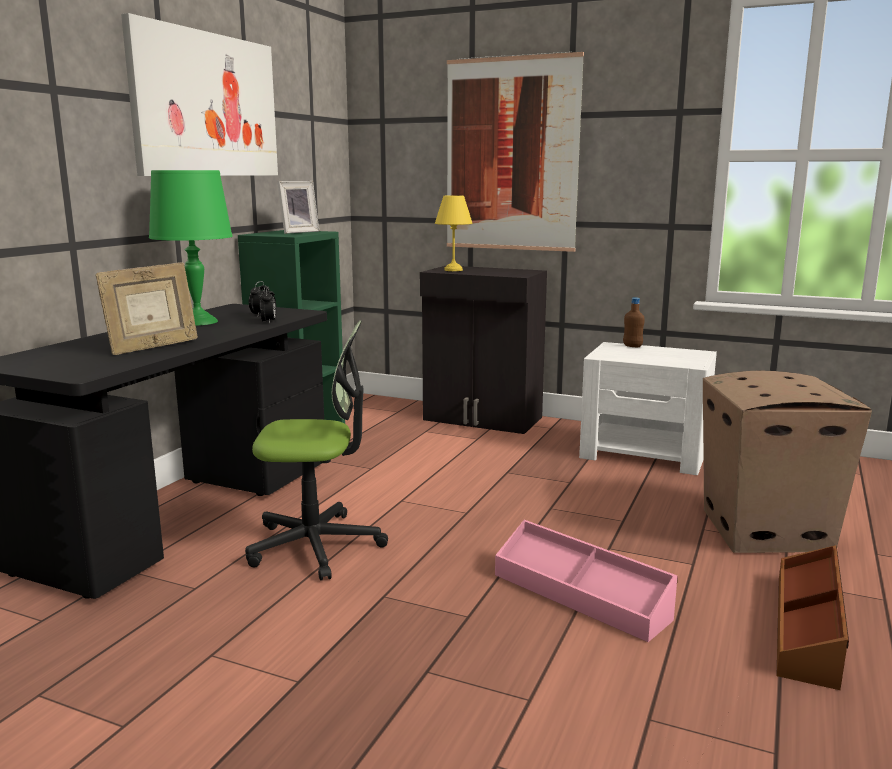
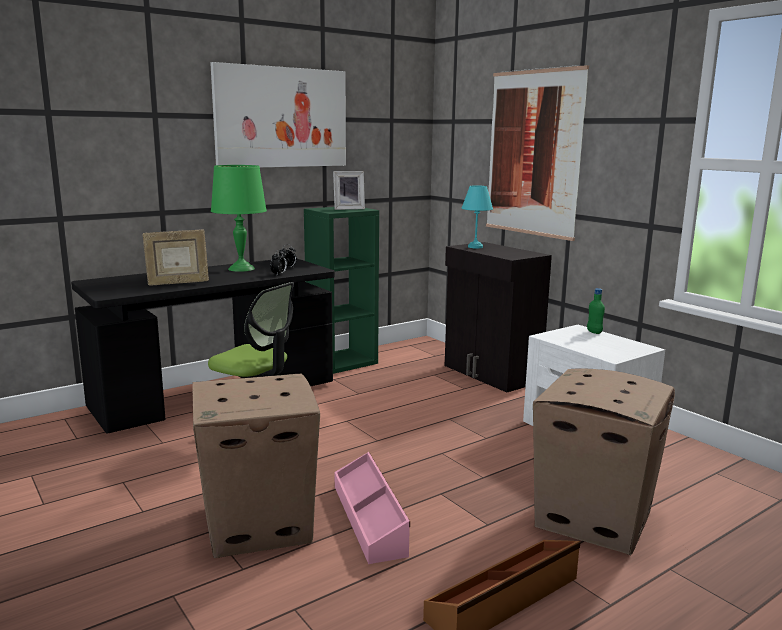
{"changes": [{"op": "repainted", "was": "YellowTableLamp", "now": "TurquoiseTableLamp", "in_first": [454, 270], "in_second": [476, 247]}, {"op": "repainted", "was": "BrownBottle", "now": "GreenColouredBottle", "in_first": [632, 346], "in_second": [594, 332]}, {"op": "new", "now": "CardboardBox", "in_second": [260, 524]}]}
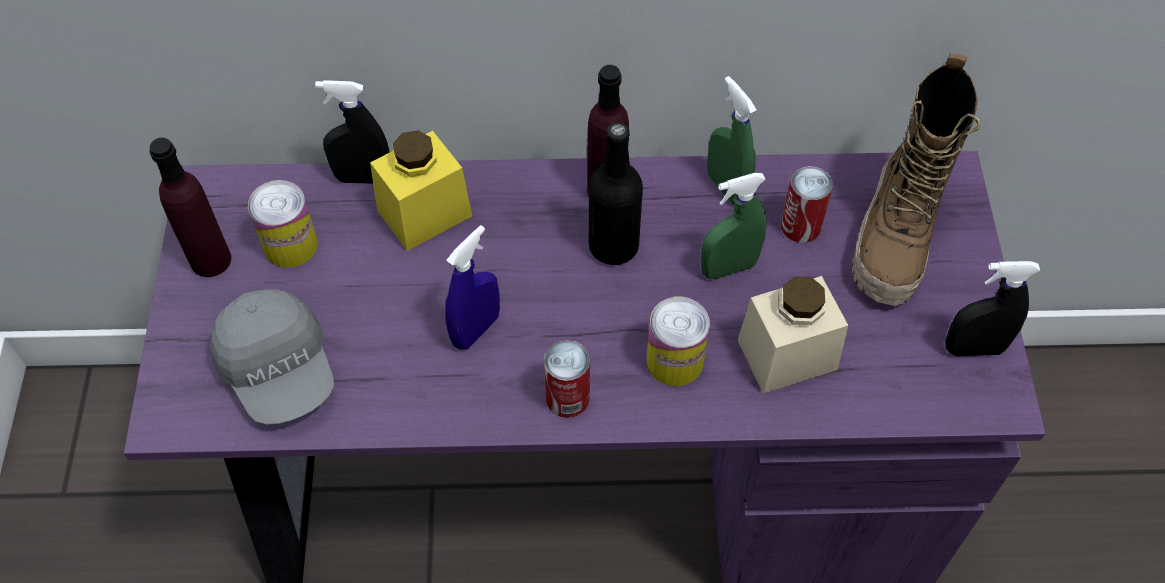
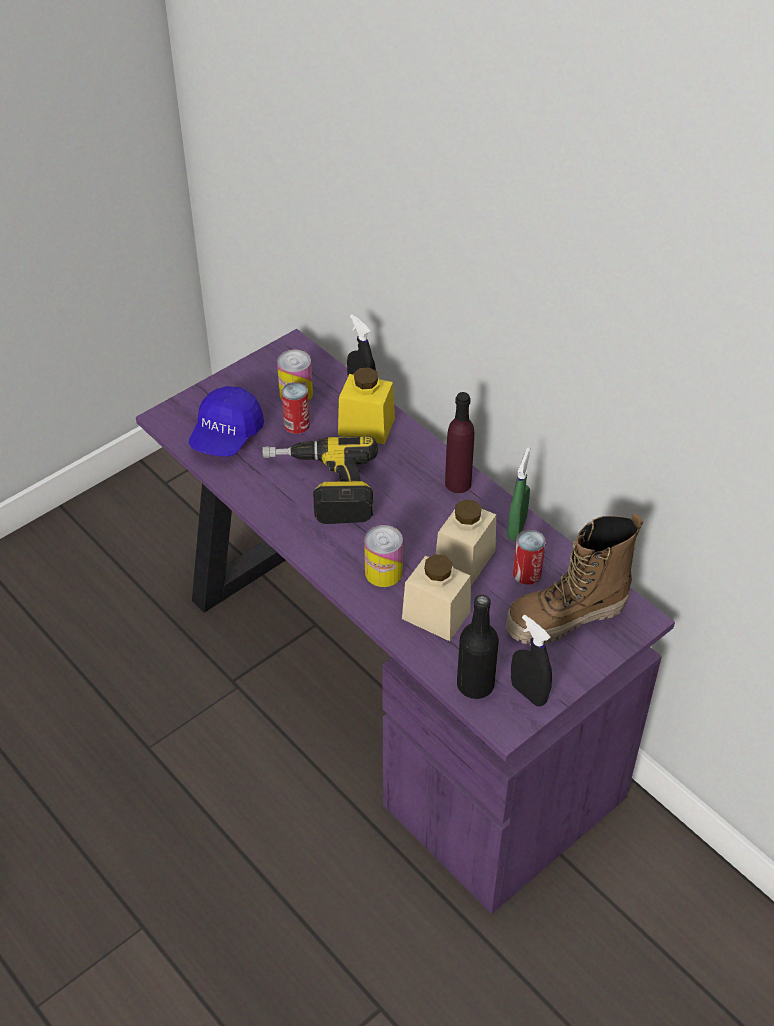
{"changes": [{"op": "gone", "was": "PurpleColouredBottle", "in_first": [210, 260]}, {"op": "repainted", "was": "GreyCap", "now": "BluishCap", "in_first": [279, 370], "in_second": [226, 436]}, {"op": "swapped", "was": "BluishSprayBottle", "now": "PowerDrill", "in_first": [476, 330], "in_second": [320, 488]}, {"op": "shifted", "was": "MetalCan", "in_first": [567, 398], "in_second": [296, 424]}, {"op": "shifted", "was": "BlackBottle", "in_first": [613, 246], "in_second": [475, 685]}, {"op": "swapped", "was": "GreenColouredSprayBottle", "now": "SandColouredPreserveJar", "in_first": [728, 268], "in_second": [464, 560]}]}
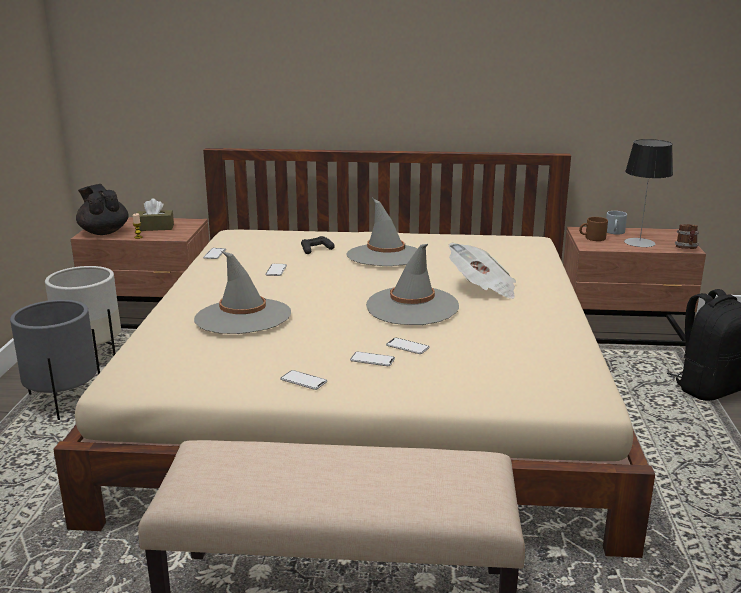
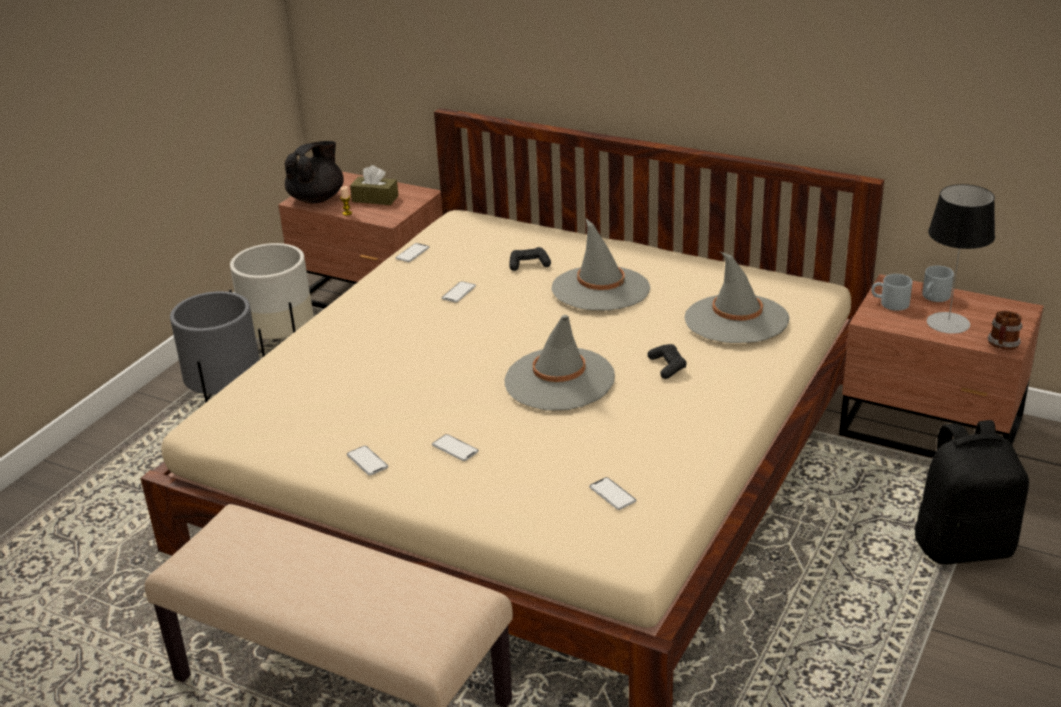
{"changes": [{"op": "rotated", "was": "BlackPotForTea", "in_first": [103, 232], "in_second": [317, 198], "clockwise": 45}, {"op": "shifted", "was": "GreyWearableHat", "in_first": [243, 317], "in_second": [736, 319]}, {"op": "shifted", "was": "Telephone", "in_first": [407, 347], "in_second": [612, 494]}, {"op": "swapped", "was": "DailyPaper", "now": "BlackGamepad", "in_first": [483, 289], "in_second": [667, 366]}, {"op": "repainted", "was": "BrownTeaMug", "now": "GreyTeaMug", "in_first": [592, 238], "in_second": [889, 303]}]}
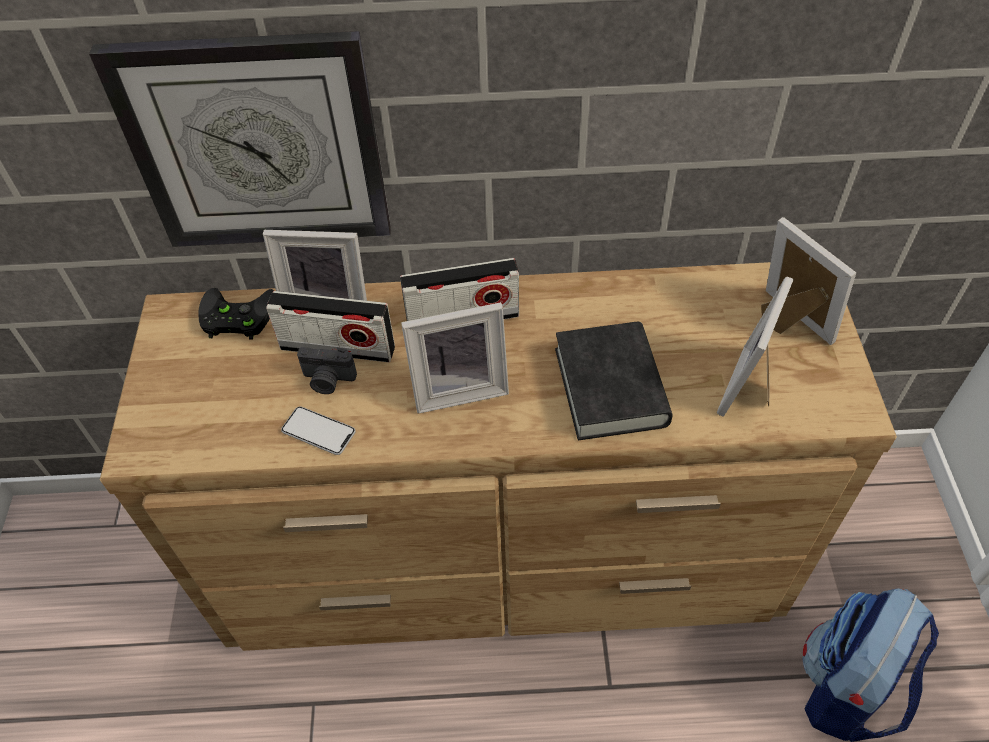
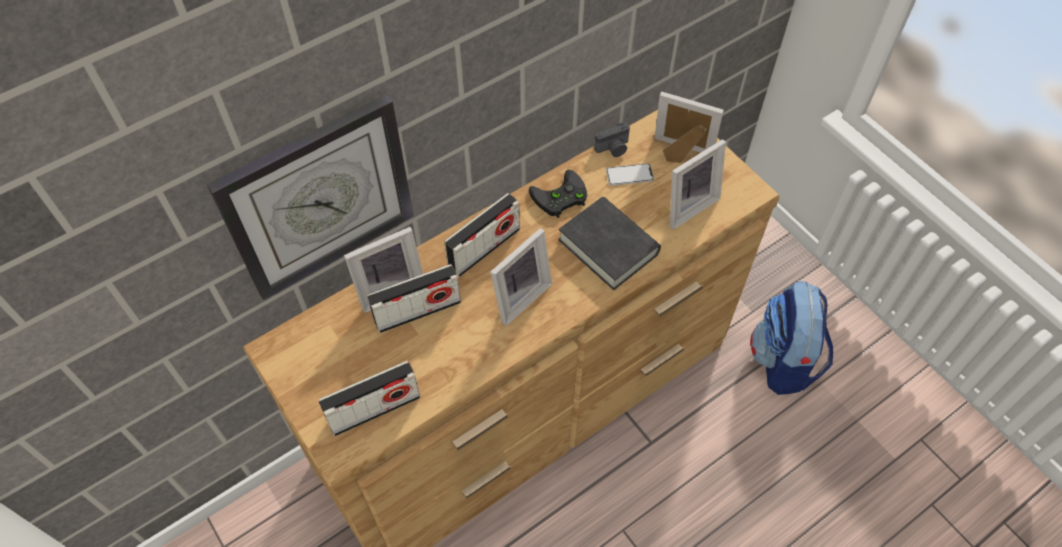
{"changes": [{"op": "shifted", "was": "BlackGamepad", "in_first": [234, 317], "in_second": [559, 198]}, {"op": "shifted", "was": "Telephone", "in_first": [318, 431], "in_second": [629, 175]}, {"op": "shifted", "was": "PhotoCamera", "in_first": [328, 380], "in_second": [613, 149]}, {"op": "rotated", "was": "PictureFrame", "in_first": [751, 387], "in_second": [687, 205], "clockwise": -120}, {"op": "new", "now": "RadioSet", "in_second": [374, 409]}]}
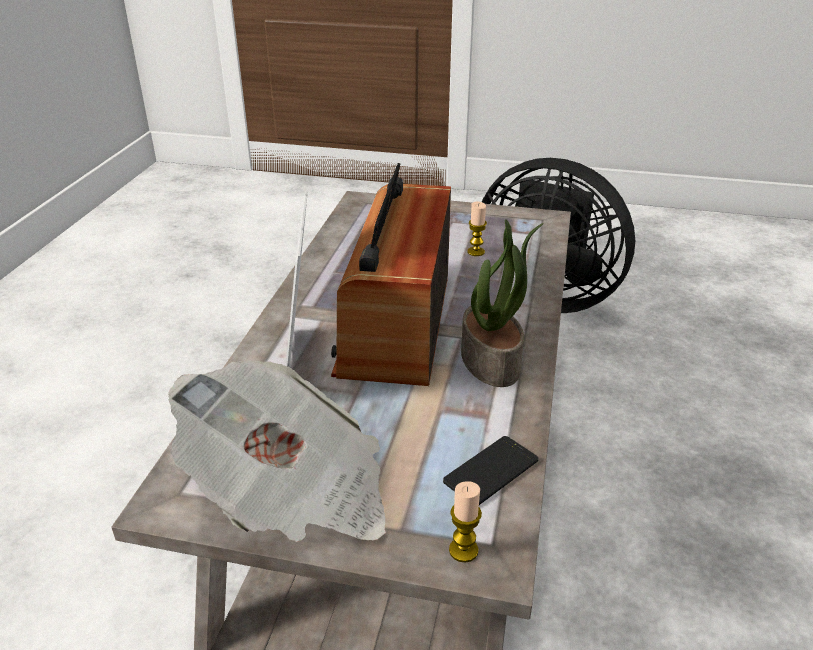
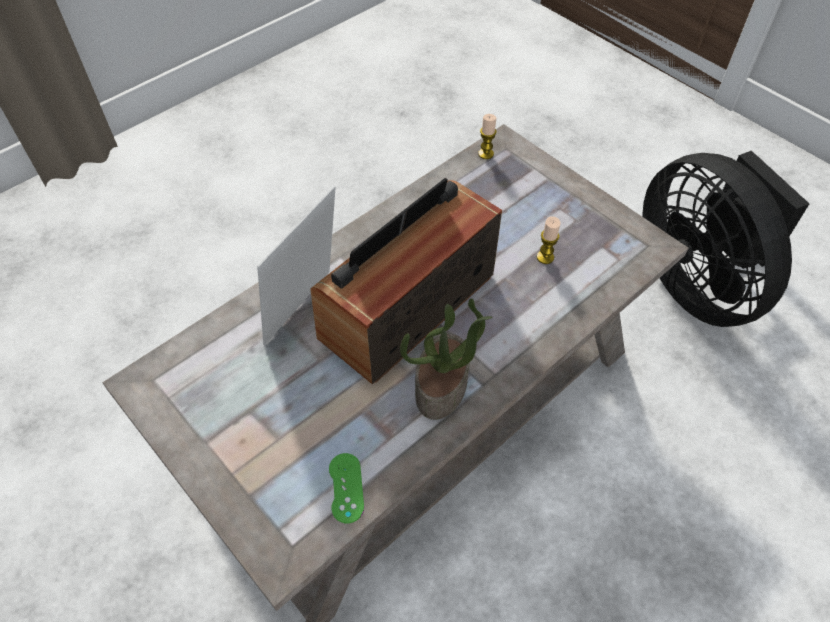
{"changes": [{"op": "gone", "was": "DailyPaper", "in_first": [292, 492]}, {"op": "swapped", "was": "Telephone", "now": "GreenColouredGamepad", "in_first": [491, 471], "in_second": [346, 487]}, {"op": "shifted", "was": "WaxLight", "in_first": [463, 550], "in_second": [486, 154]}]}
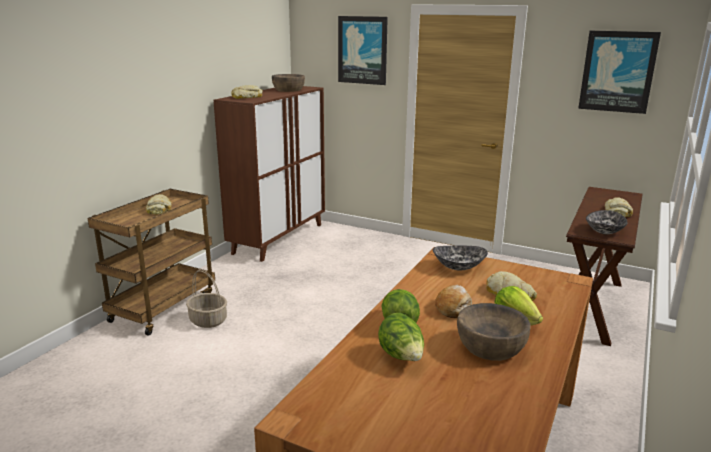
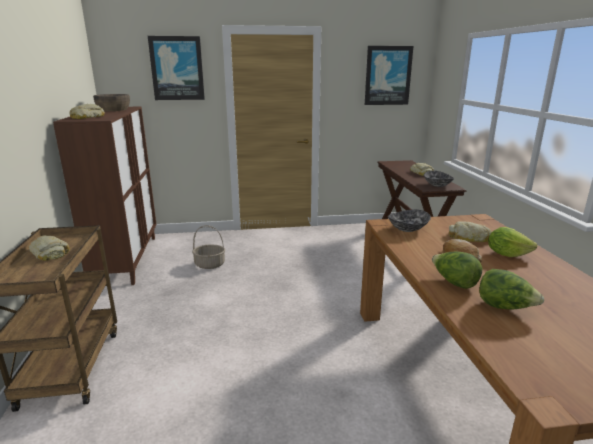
{"changes": [{"op": "shifted", "was": "StorageBasket", "in_first": [208, 320], "in_second": [210, 264]}, {"op": "gone", "was": "BrownServingBowl", "in_first": [490, 346]}]}
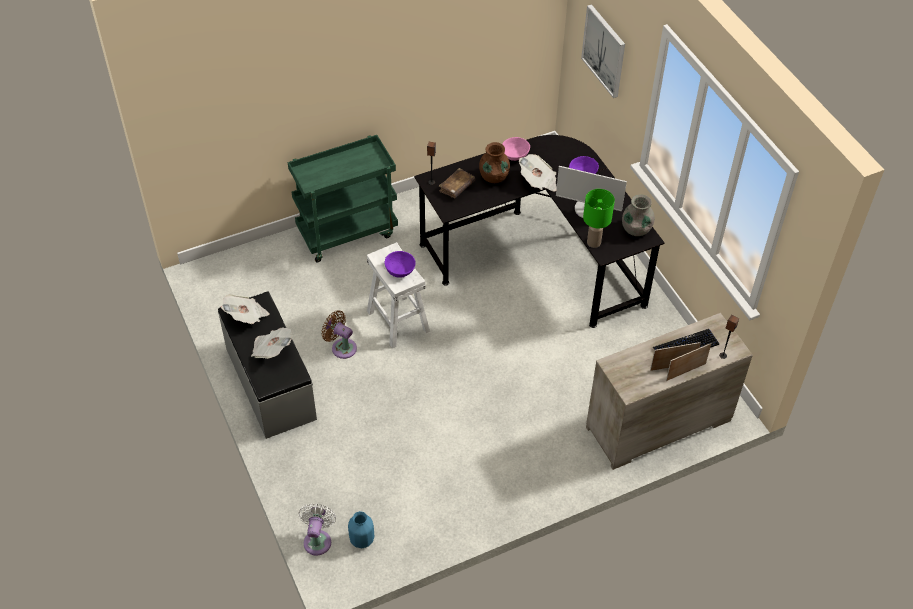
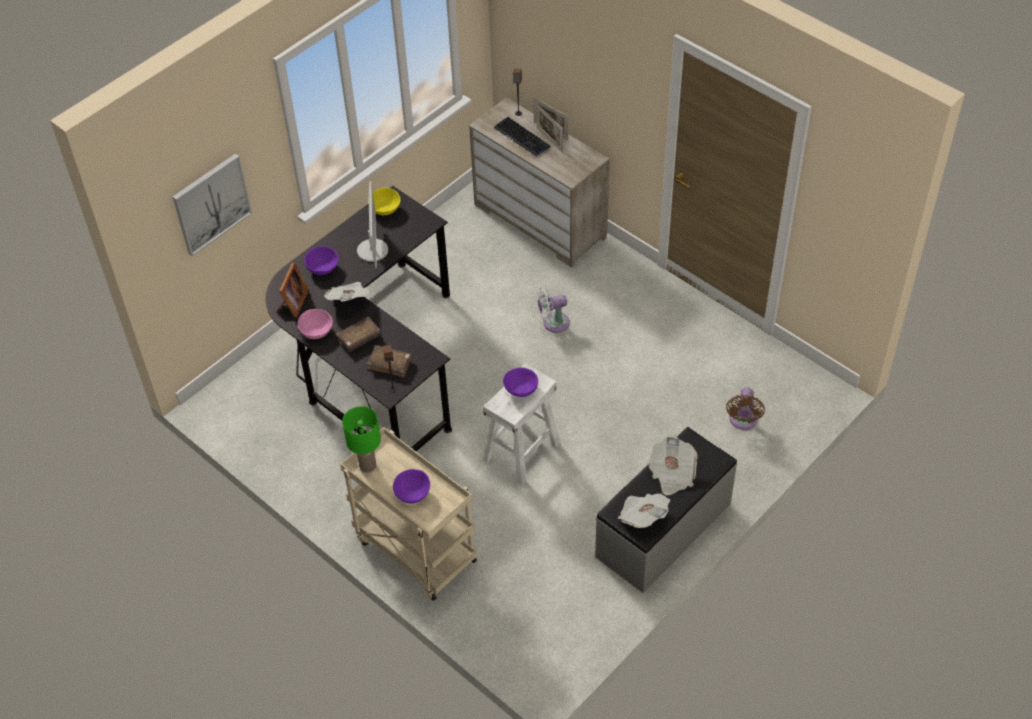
{"changes": [{"op": "repainted", "was": "GreenColouredTrolley", "now": "SandColouredTrolley", "in_first": [347, 232], "in_second": [414, 550]}, {"op": "shifted", "was": "WhitishFan", "in_first": [318, 539], "in_second": [553, 323]}, {"op": "shifted", "was": "BrownFan", "in_first": [342, 347], "in_second": [743, 421]}, {"op": "gone", "was": "BluishFlowerVase", "in_first": [362, 540]}, {"op": "swapped", "was": "BrownFlowerVase", "now": "BrownBoundBook", "in_first": [493, 177], "in_second": [359, 338]}, {"op": "shifted", "was": "GreenColouredTableLamp", "in_first": [594, 243], "in_second": [368, 465]}, {"op": "swapped", "was": "GreyFlowerVase", "now": "YellowServingBowl", "in_first": [636, 229], "in_second": [384, 208]}, {"op": "new", "now": "PictureFrame", "in_second": [293, 303]}, {"op": "new", "now": "PurpleColouredServingBowl", "in_second": [412, 493]}]}
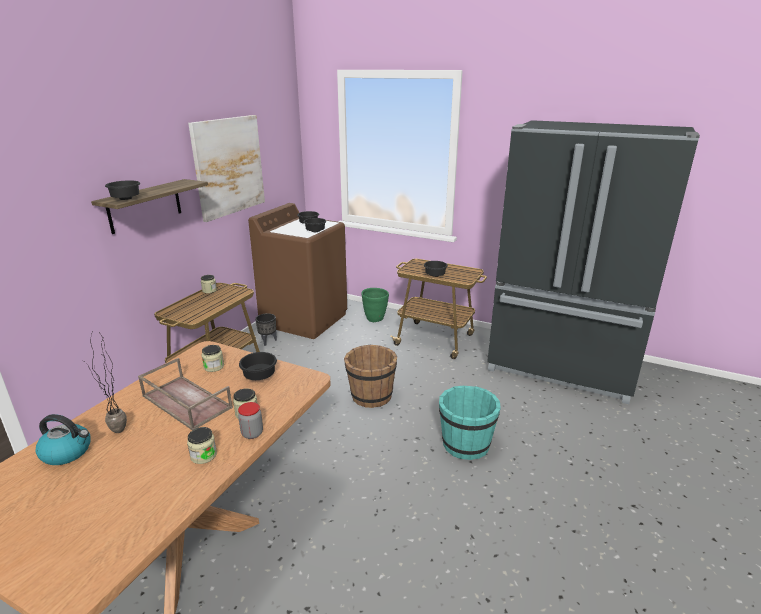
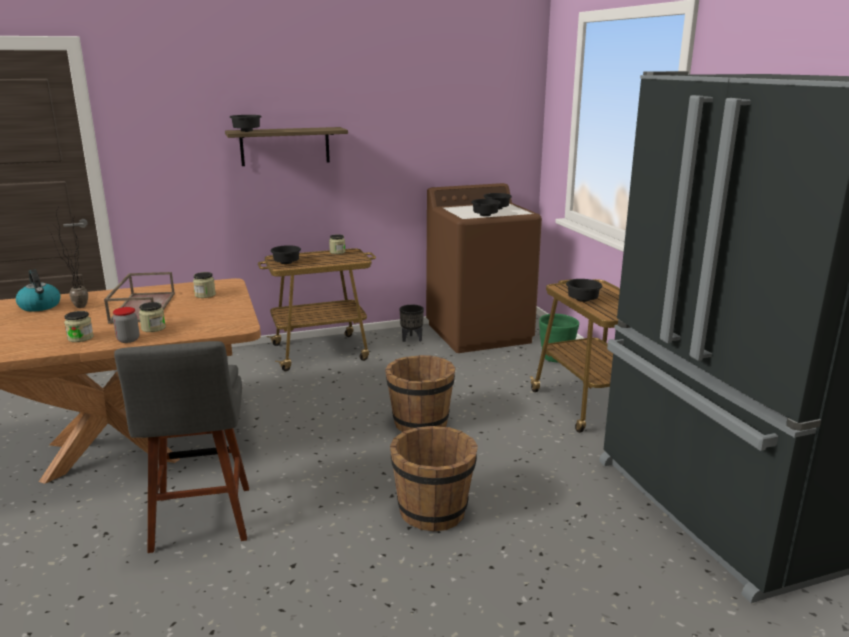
{"changes": [{"op": "gone", "was": "WallArt", "in_first": [229, 166]}, {"op": "shifted", "was": "BlackServingBowl", "in_first": [258, 377], "in_second": [285, 263]}, {"op": "repainted", "was": "TurquoiseBucket", "now": "BrownBucket", "in_first": [465, 444], "in_second": [433, 511]}, {"op": "new", "now": "GreyStool", "in_second": [201, 522]}]}
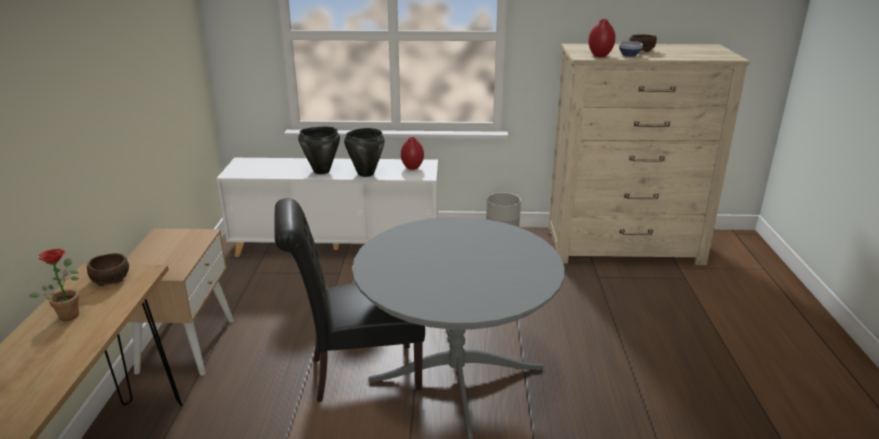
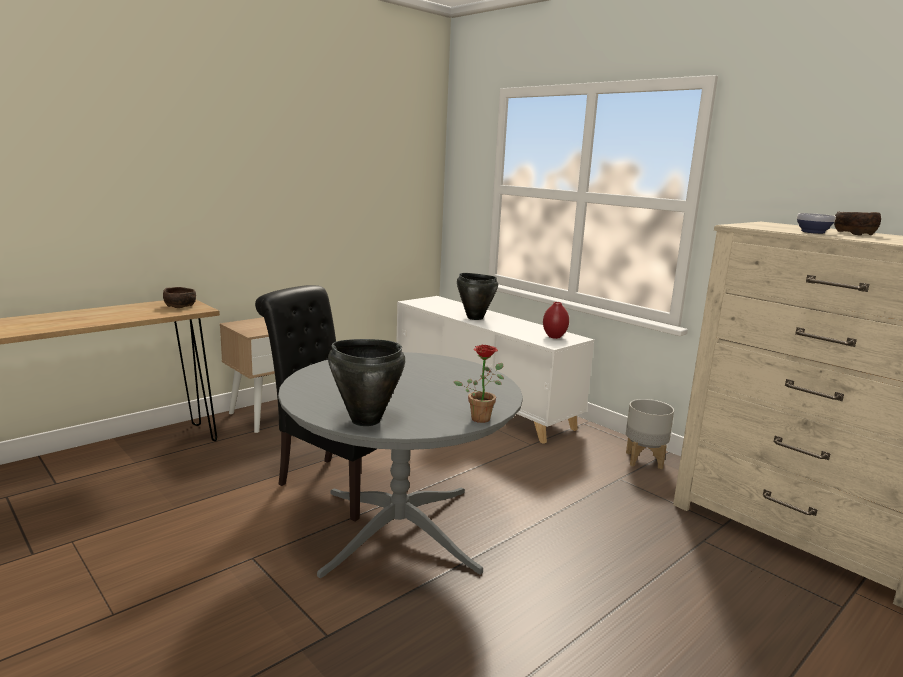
{"changes": [{"op": "shifted", "was": "PlantInAPot", "in_first": [69, 314], "in_second": [482, 417]}, {"op": "shifted", "was": "BlackCookingPot", "in_first": [365, 174], "in_second": [365, 420]}, {"op": "gone", "was": "RedFlowerVase", "in_first": [600, 56]}]}
